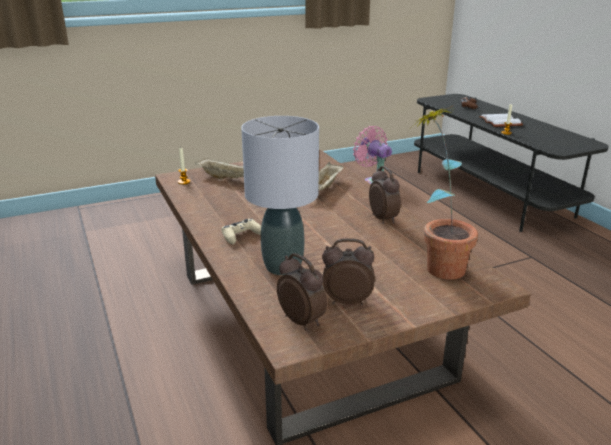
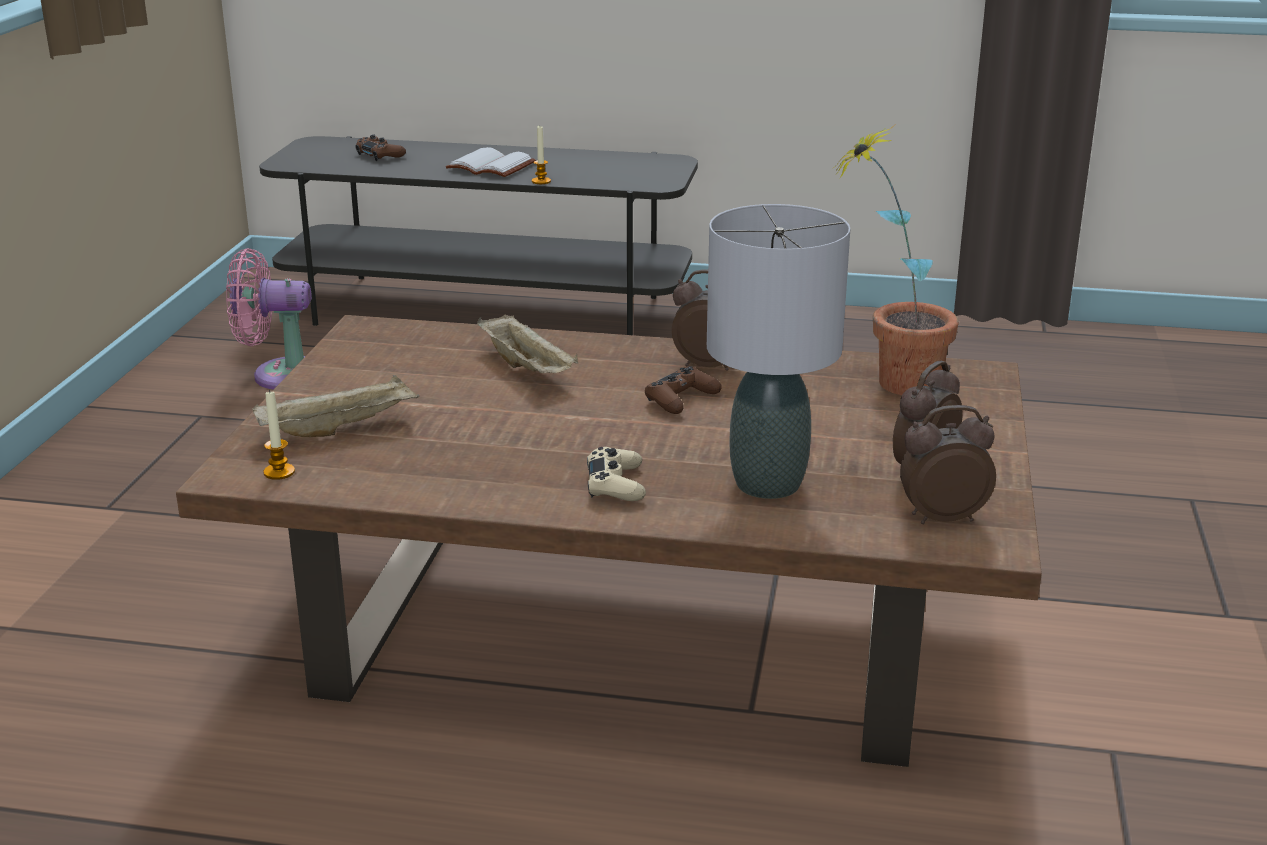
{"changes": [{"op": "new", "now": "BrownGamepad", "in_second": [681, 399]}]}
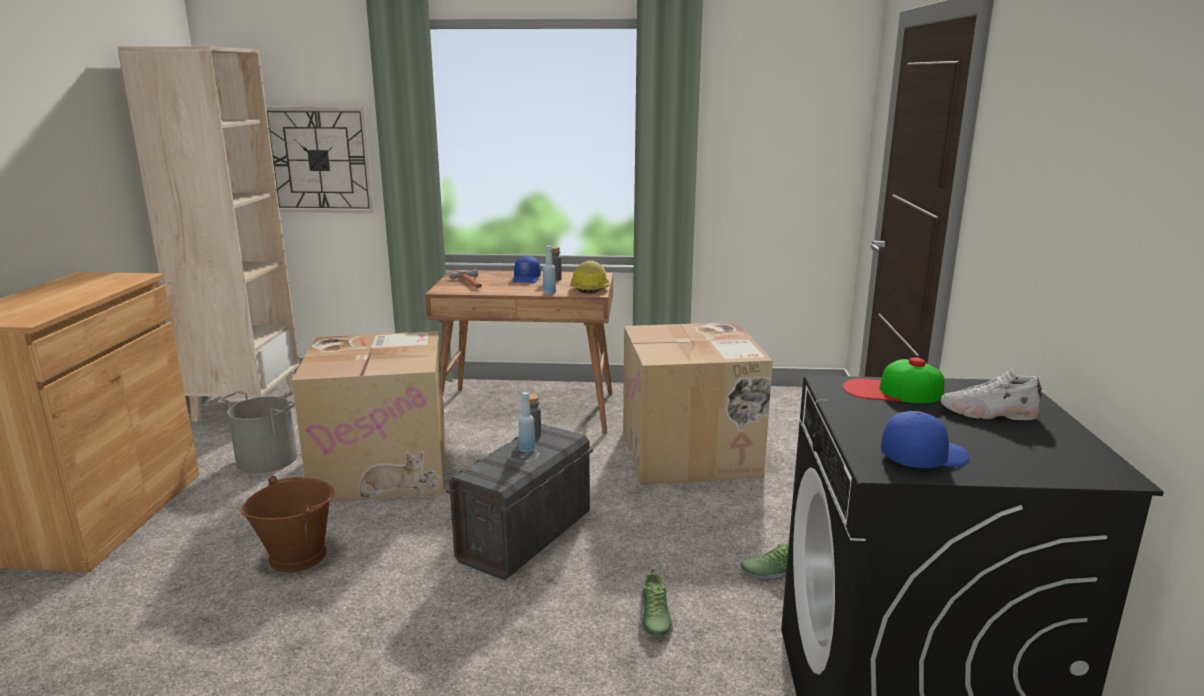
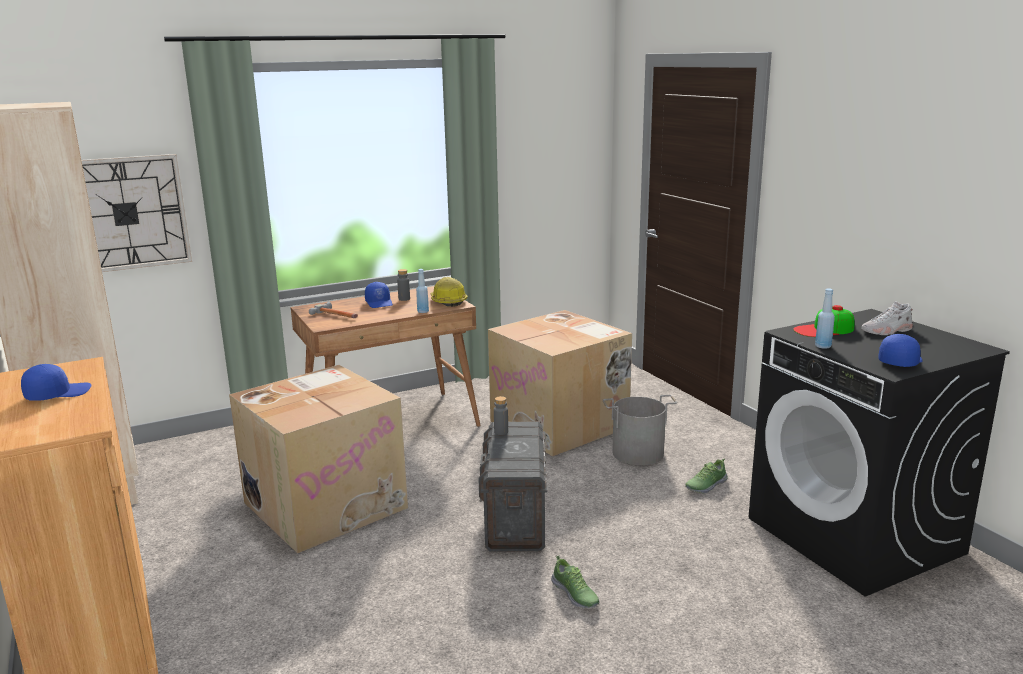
{"changes": [{"op": "shifted", "was": "GreyBucket", "in_first": [267, 459], "in_second": [637, 453]}, {"op": "gone", "was": "BrownBucket", "in_first": [298, 556]}, {"op": "shifted", "was": "BluishBottle", "in_first": [527, 449], "in_second": [823, 346]}, {"op": "shifted", "was": "LowShoe", "in_first": [654, 618], "in_second": [575, 595]}, {"op": "new", "now": "BluishCap", "in_second": [57, 394]}]}
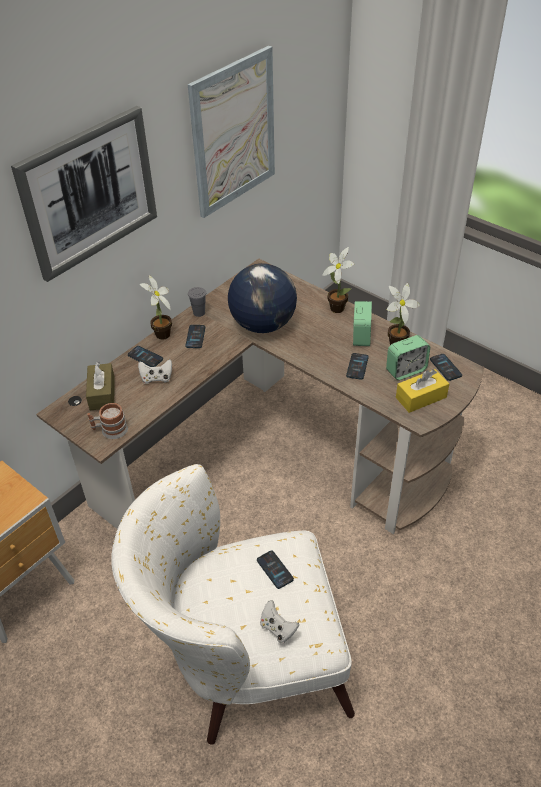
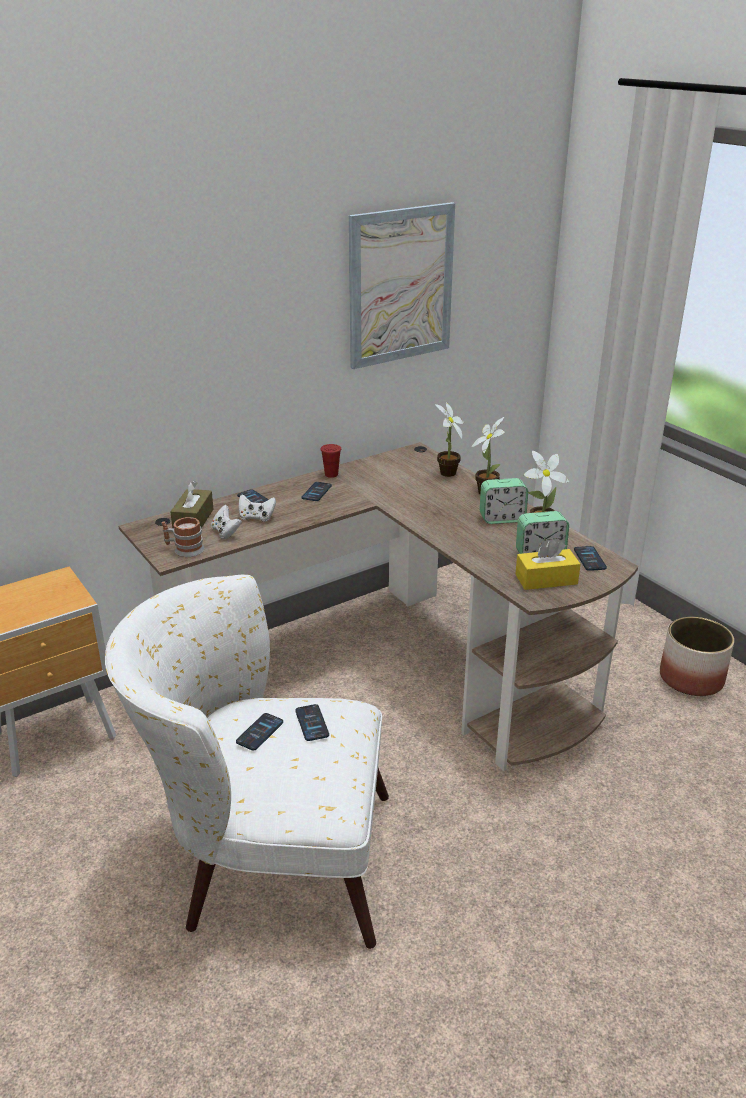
{"changes": [{"op": "gone", "was": "WallArt", "in_first": [89, 193]}, {"op": "shifted", "was": "PlantInAPot", "in_first": [162, 336], "in_second": [446, 474]}, {"op": "repainted", "was": "GreyDrinkingCup", "now": "RedDrinkingCup", "in_first": [199, 313], "in_second": [331, 474]}, {"op": "gone", "was": "WorldGlobe", "in_first": [262, 324]}, {"op": "shifted", "was": "WhitishGamepad", "in_first": [277, 628], "in_second": [226, 532]}, {"op": "shifted", "was": "Telephone", "in_first": [357, 366], "in_second": [260, 732]}, {"op": "rotated", "was": "TableClock", "in_first": [361, 336], "in_second": [502, 518], "clockwise": 60}, {"op": "new", "now": "FlowerPot", "in_second": [690, 678]}]}
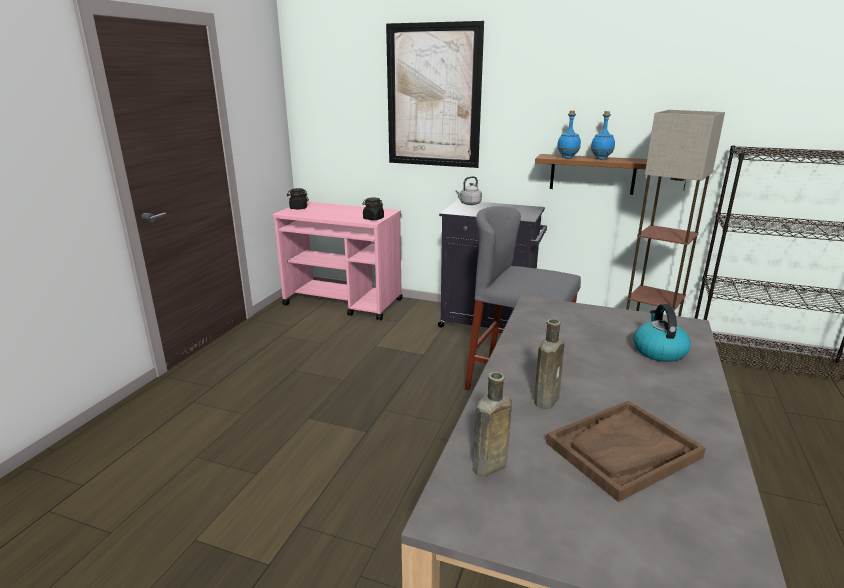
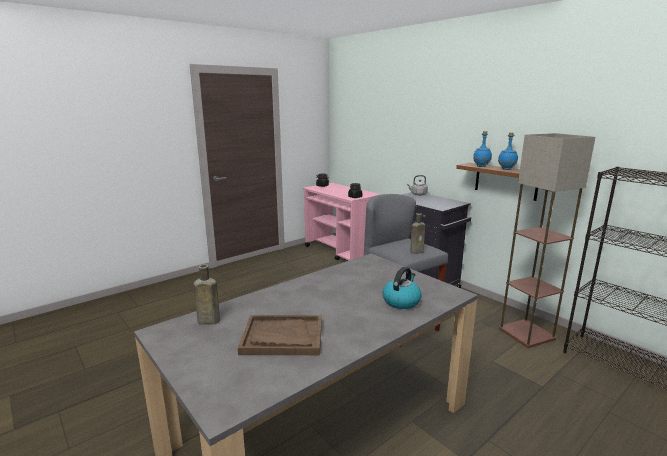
{"changes": [{"op": "gone", "was": "WallArt", "in_first": [433, 97]}, {"op": "shifted", "was": "BrownBottle", "in_first": [547, 399], "in_second": [417, 251]}]}
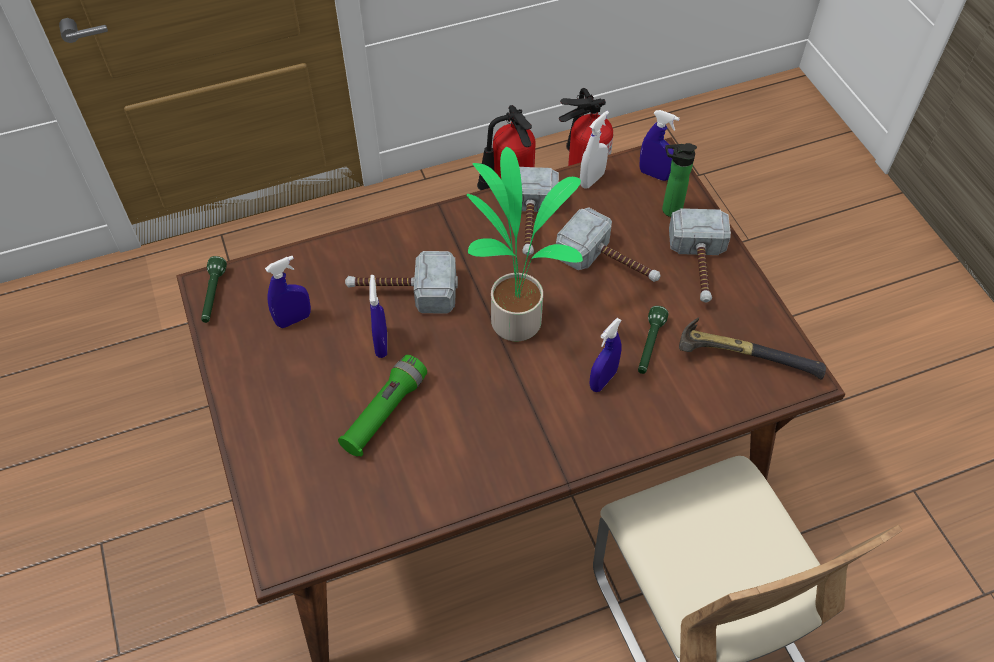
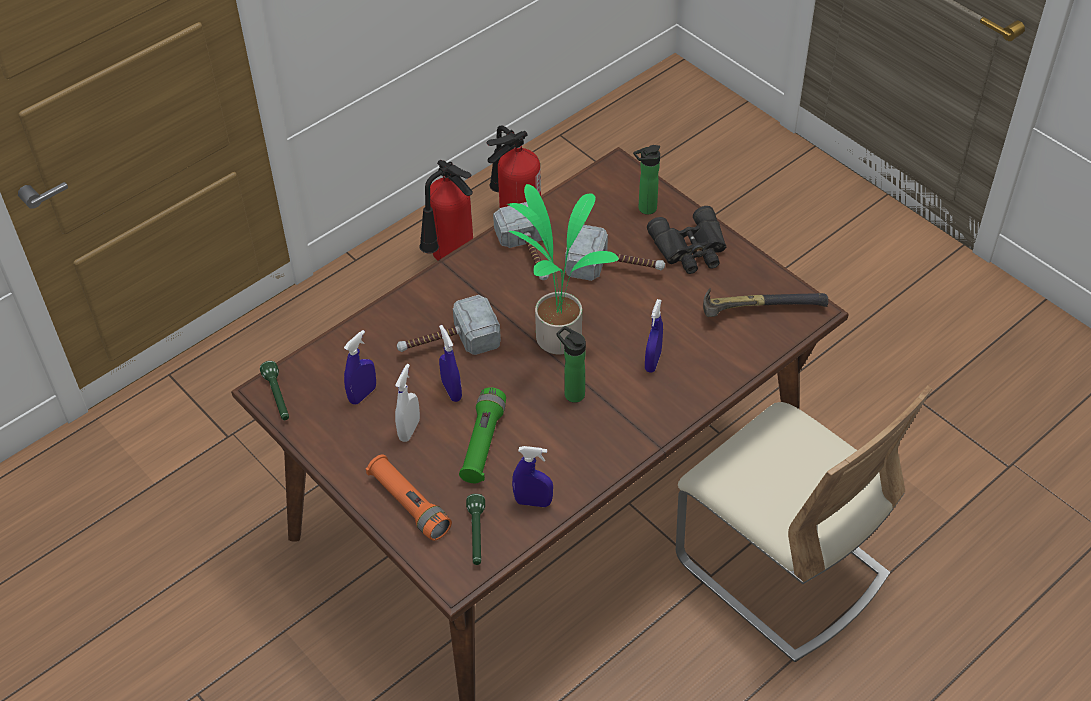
{"changes": [{"op": "shifted", "was": "WhitishSprayBottle", "in_first": [592, 180], "in_second": [409, 430]}, {"op": "shifted", "was": "GreenColouredTorch", "in_first": [649, 346], "in_second": [476, 535]}, {"op": "shifted", "was": "BluishSprayBottle", "in_first": [654, 174], "in_second": [533, 502]}, {"op": "swapped", "was": "ToolHammer", "now": "BlackBinoculars", "in_first": [699, 267], "in_second": [691, 249]}, {"op": "new", "now": "OrangeyTorch", "in_second": [409, 504]}, {"op": "new", "now": "Bottle", "in_second": [572, 393]}]}
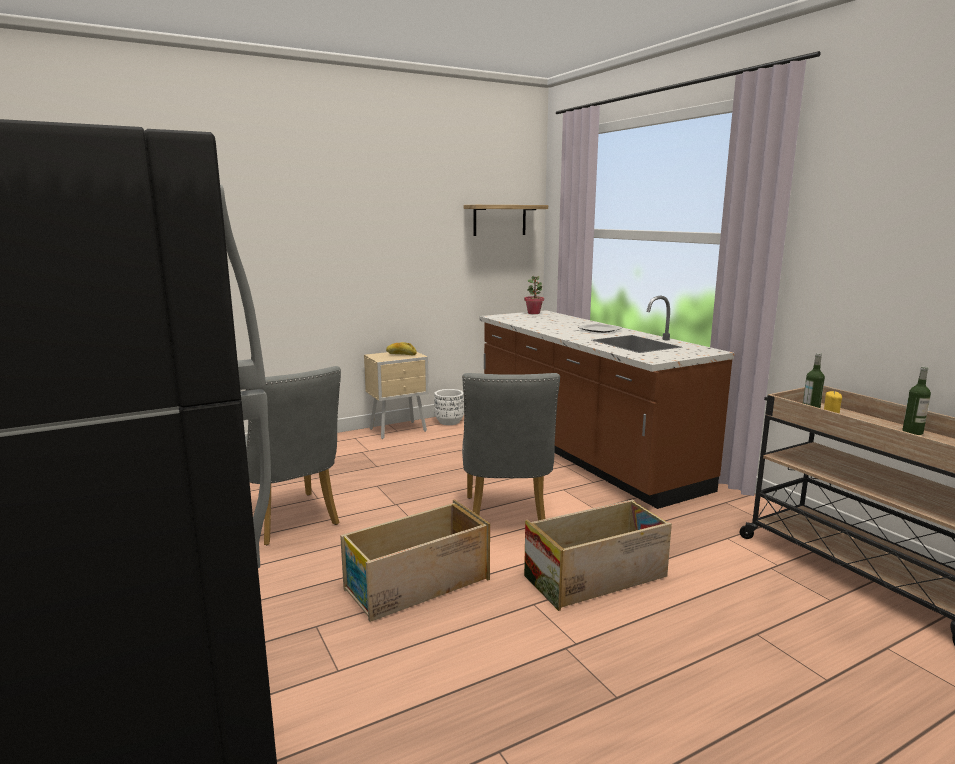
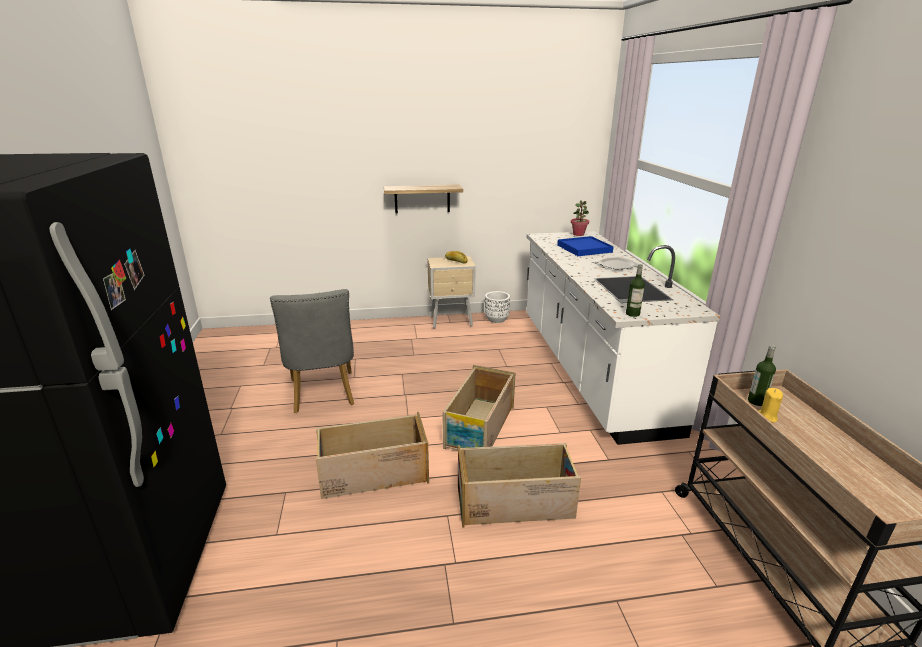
{"changes": [{"op": "swapped", "was": "GreyChair", "now": "Crate", "in_first": [506, 519], "in_second": [479, 427]}, {"op": "shifted", "was": "Shelf", "in_first": [499, 220], "in_second": [422, 199]}, {"op": "repainted", "was": "BrownKitchenBaseUnit", "now": "WhitishKitchenBaseUnit", "in_first": [582, 451], "in_second": [590, 369]}, {"op": "shifted", "was": "Bottle", "in_first": [912, 432], "in_second": [632, 314]}, {"op": "new", "now": "BluishServingTray", "in_second": [584, 248]}]}
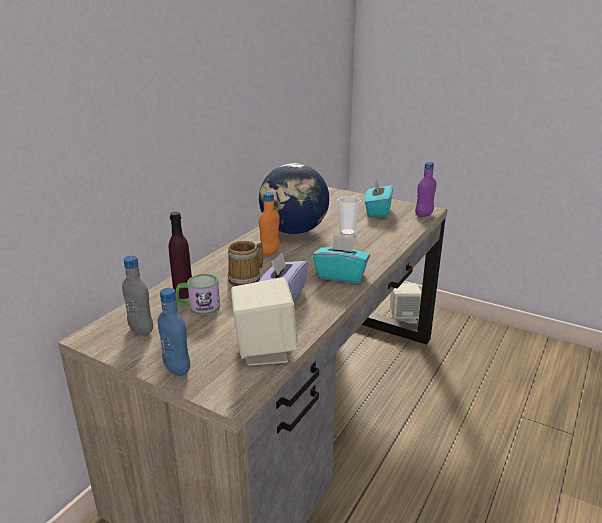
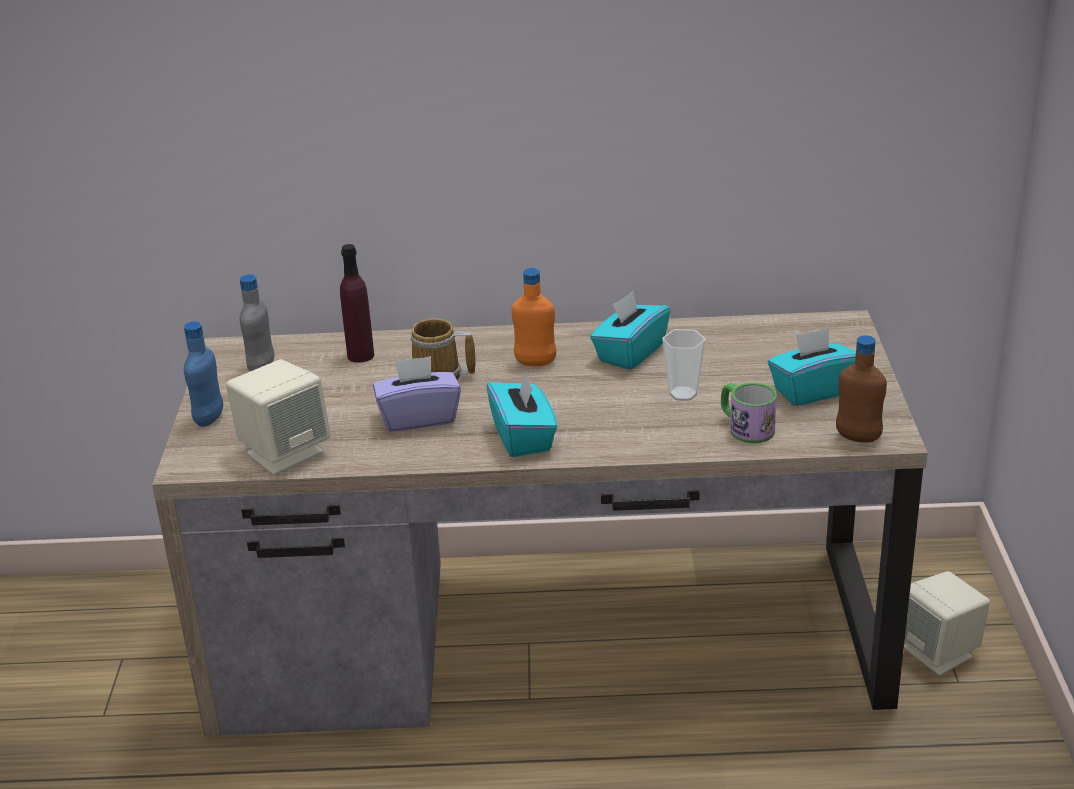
{"changes": [{"op": "shifted", "was": "TeaMug", "in_first": [198, 307], "in_second": [745, 427]}, {"op": "swapped", "was": "WorldGlobe", "now": "TurquoiseTissueHolder", "in_first": [294, 231], "in_second": [630, 353]}, {"op": "repainted", "was": "PurpleColouredBottle", "now": "BrownBottle", "in_first": [424, 215], "in_second": [858, 437]}]}
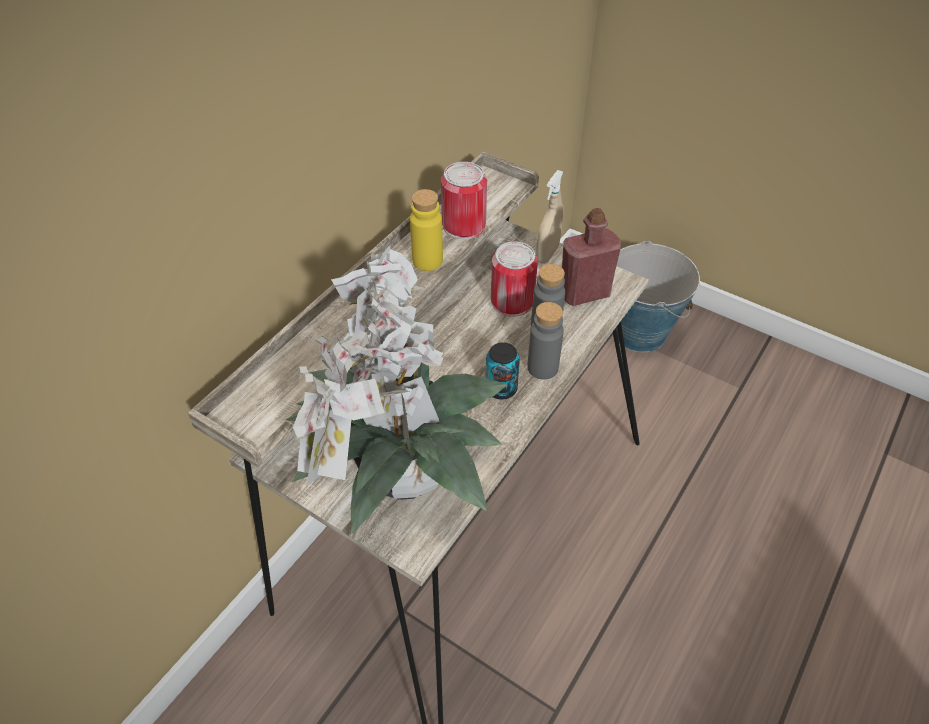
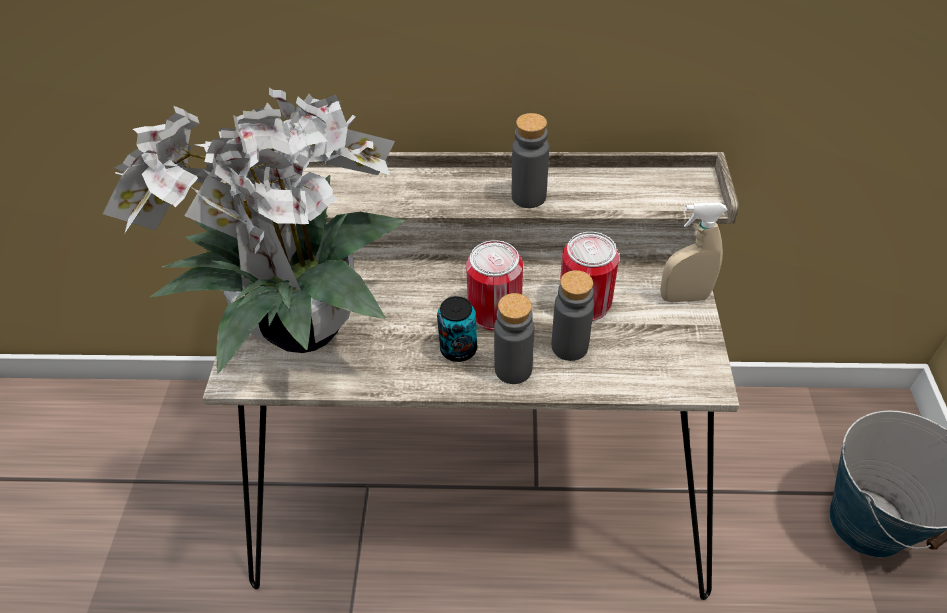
{"changes": [{"op": "repainted", "was": "YellowBottle", "now": "GreyBottle", "in_first": [427, 261], "in_second": [528, 197]}, {"op": "shifted", "was": "MetalCan", "in_first": [463, 225], "in_second": [494, 311]}, {"op": "gone", "was": "RedBottle", "in_first": [584, 293]}]}
